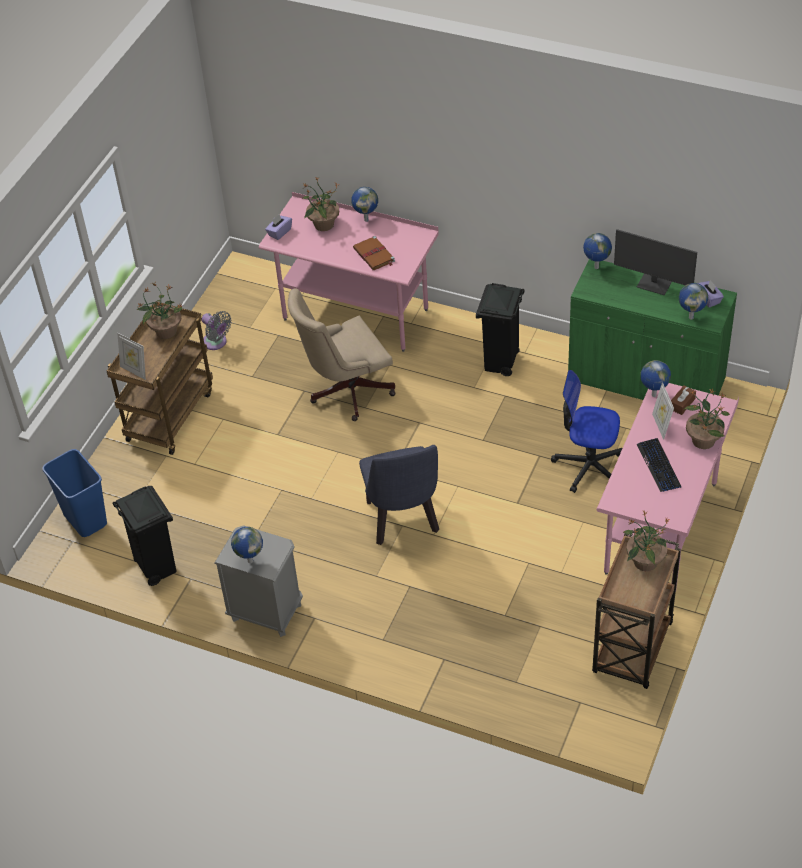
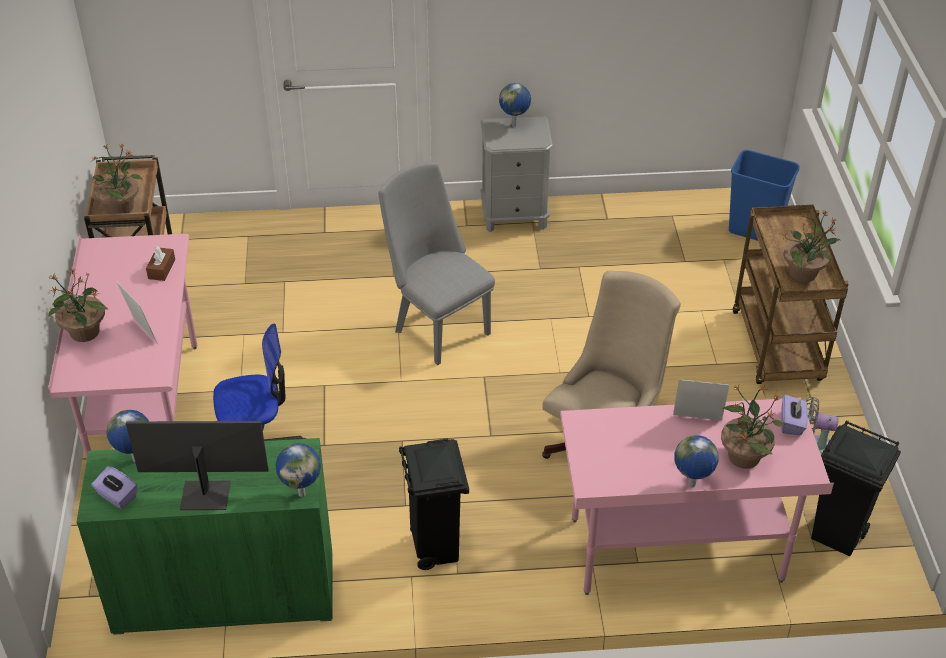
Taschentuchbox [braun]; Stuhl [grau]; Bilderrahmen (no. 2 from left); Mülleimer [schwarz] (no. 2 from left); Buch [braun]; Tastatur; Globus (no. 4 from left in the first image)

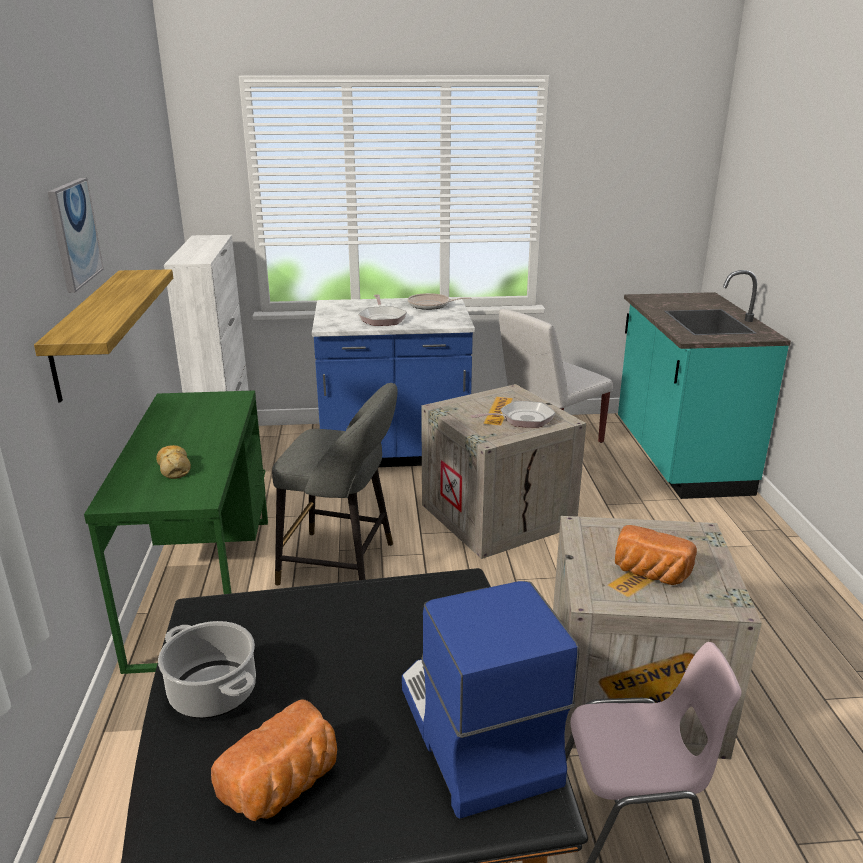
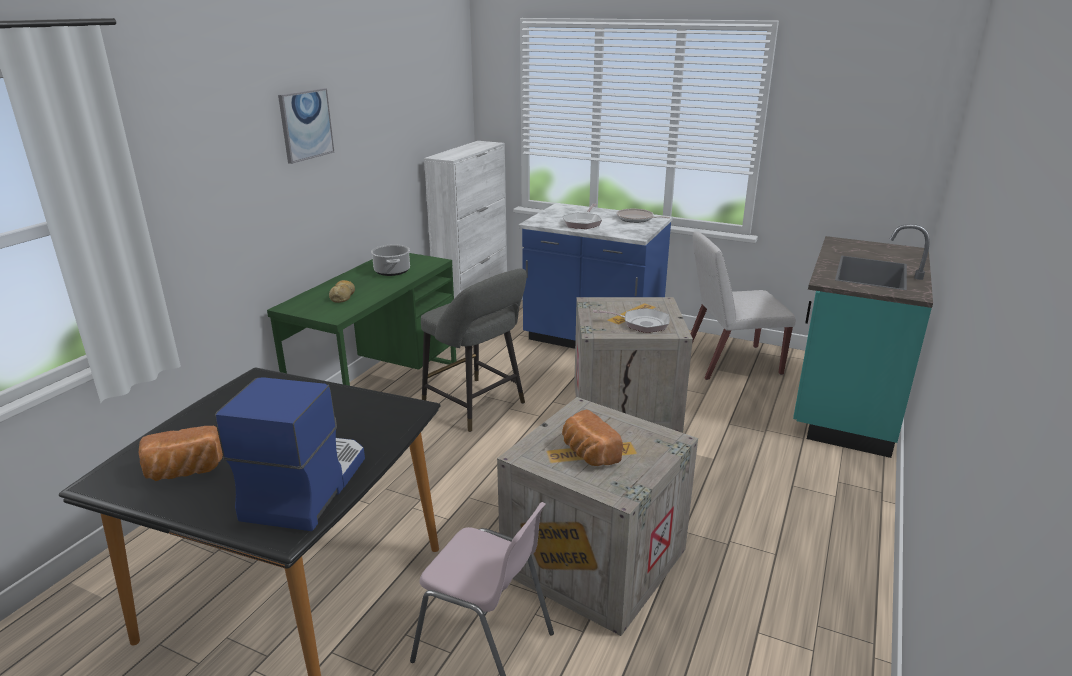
Kochtopf; Wandregal

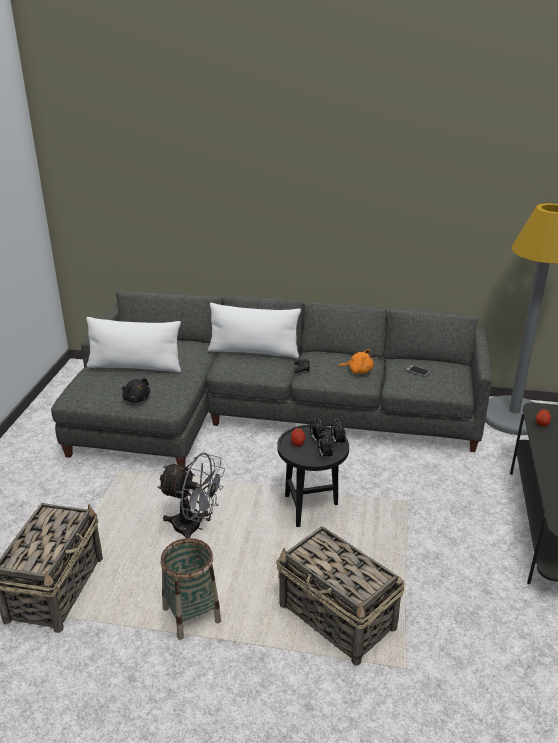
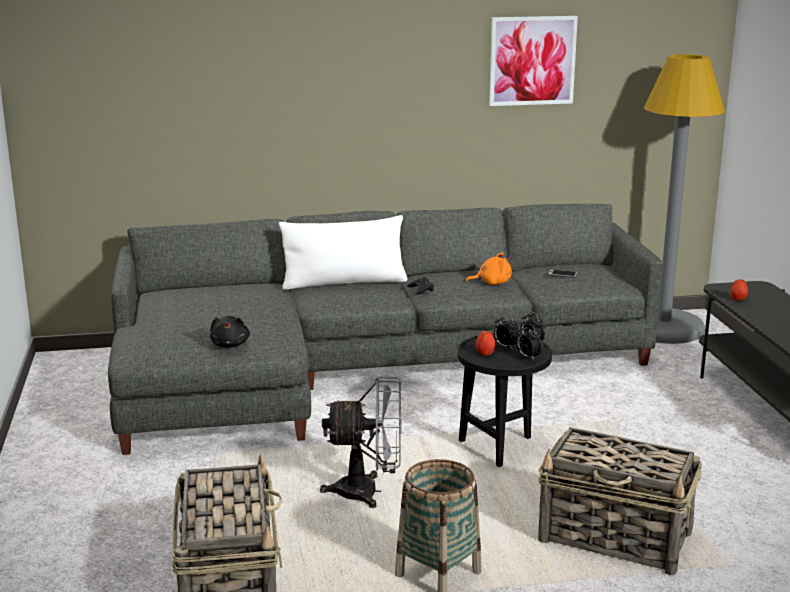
Plüschtier [schwarz]; Bild; Kissen [weiß] (no. 1 from left in the first image)

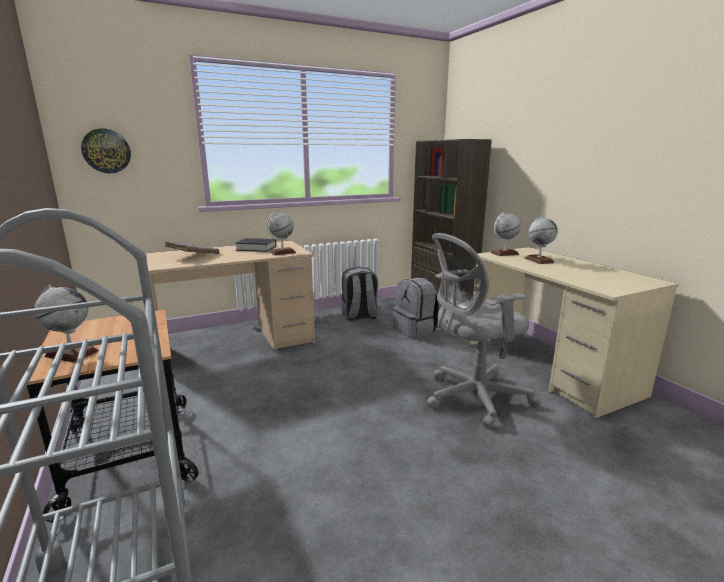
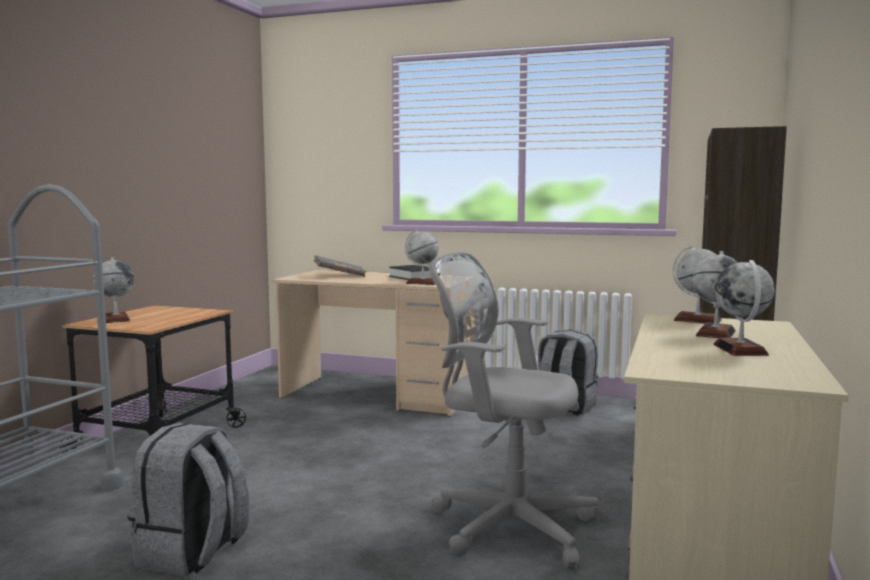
Rucksack [grau] (no. 1 from left); Globus (no. 5 from left); Wanduhr

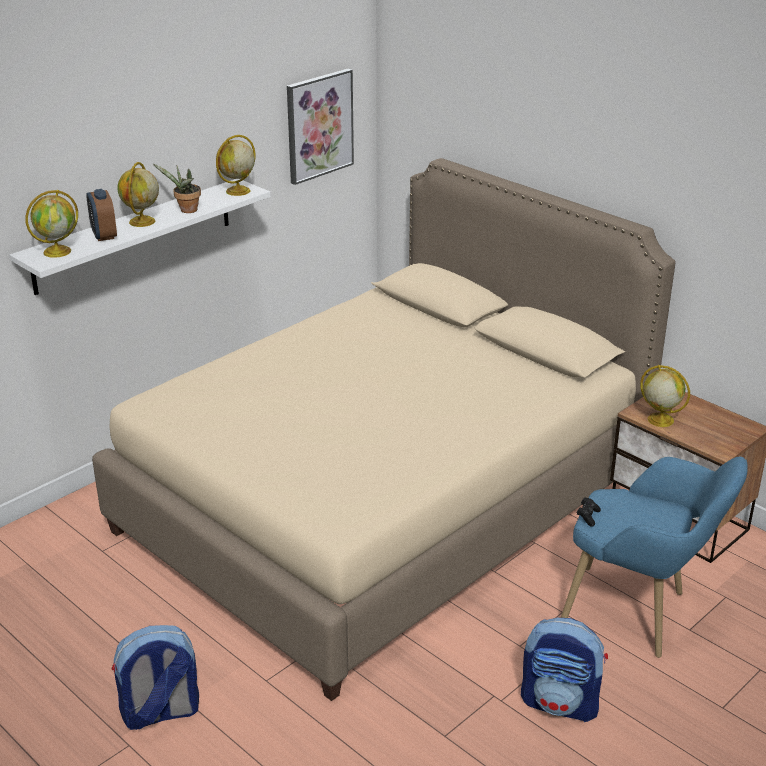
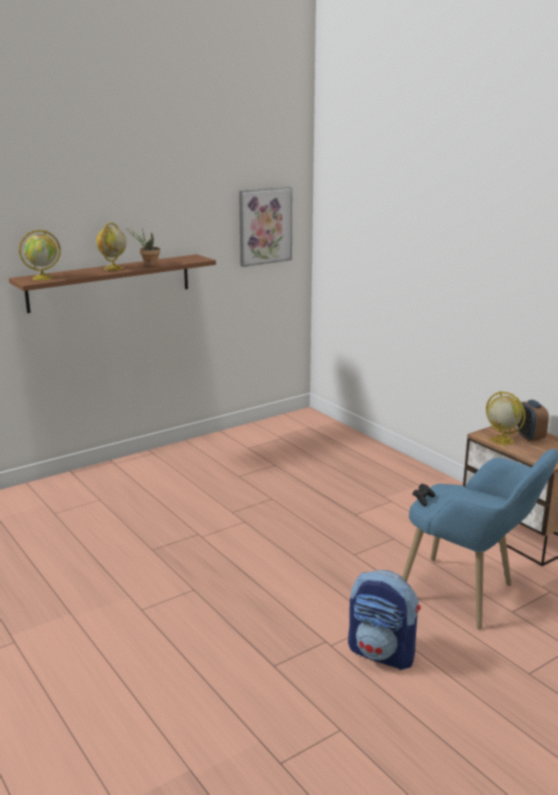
Wandregal [braun]; Wecker; Bett [beige]; Rucksack (no. 1 from left in the first image); Globus (no. 3 from left in the first image)

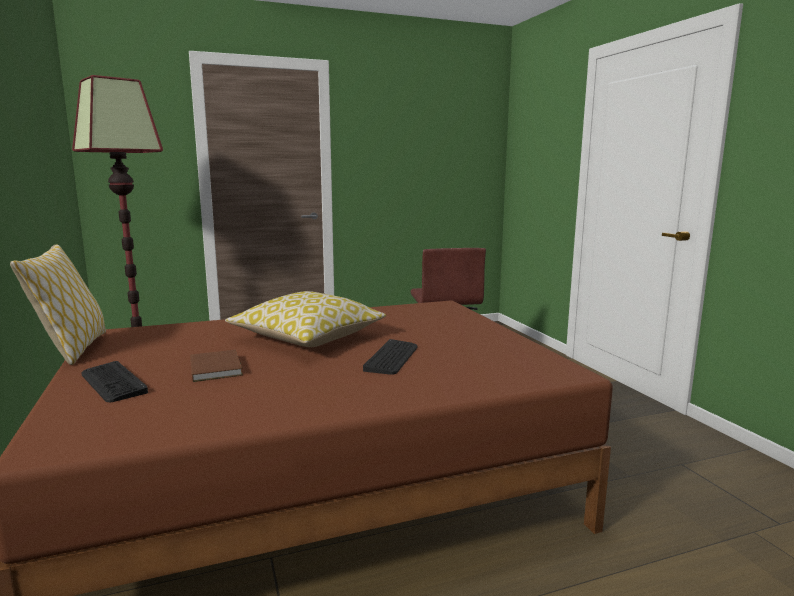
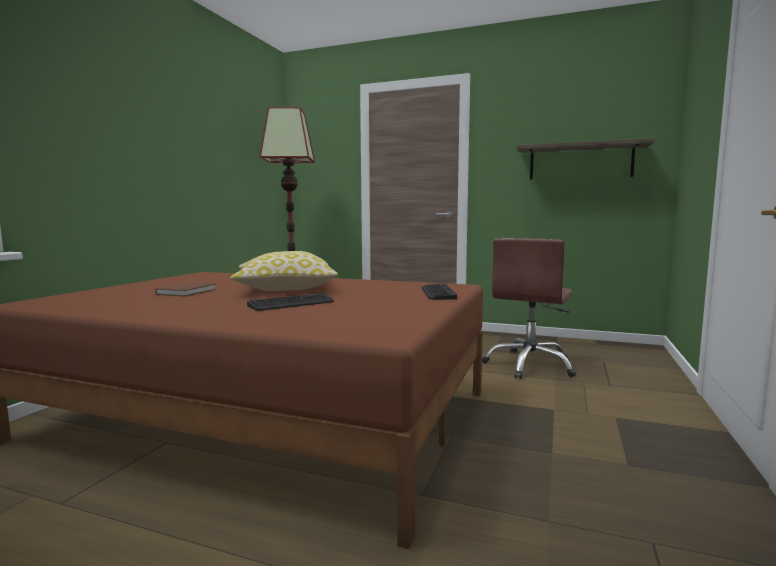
Tastatur (no. 2 from left); Wandregal; Kissen (no. 1 from left in the first image)

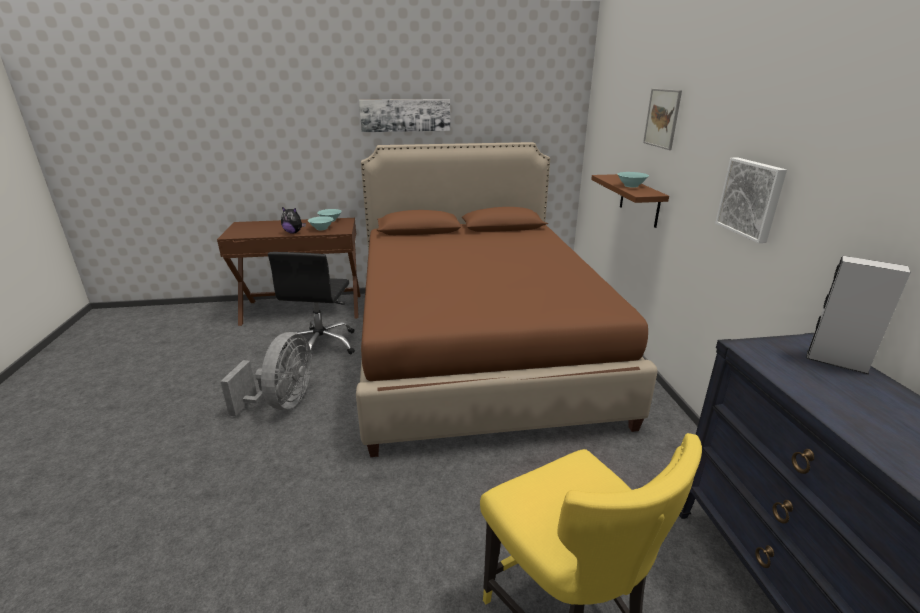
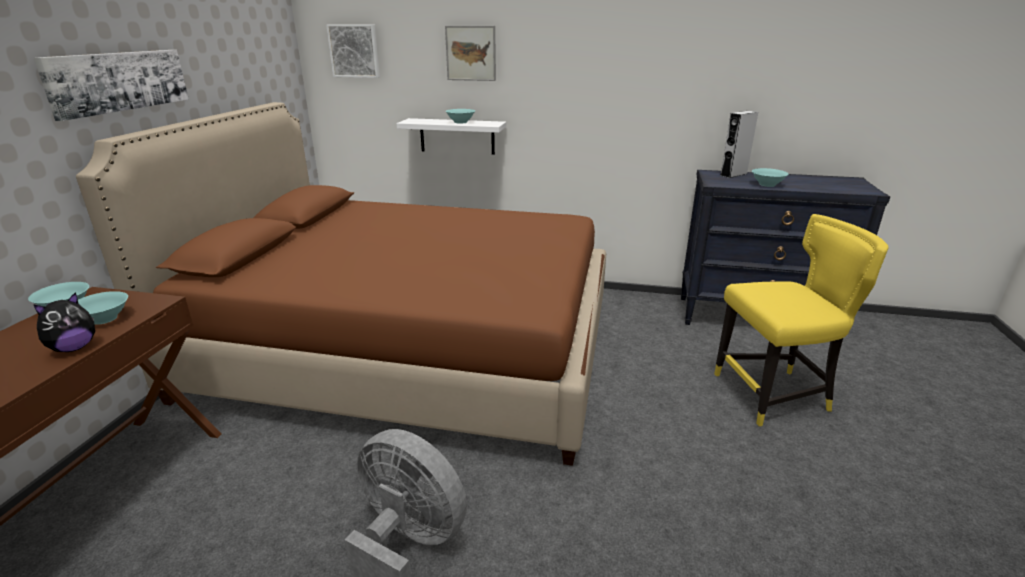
Bild (no. 2 from left); Wandregal [weiß]; Schüssel [türkis] (no. 4 from left); Bürostuhl [schwarz]

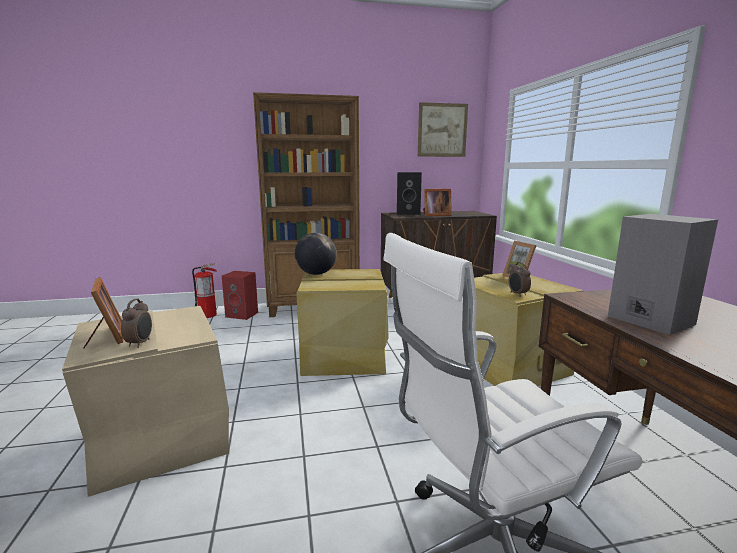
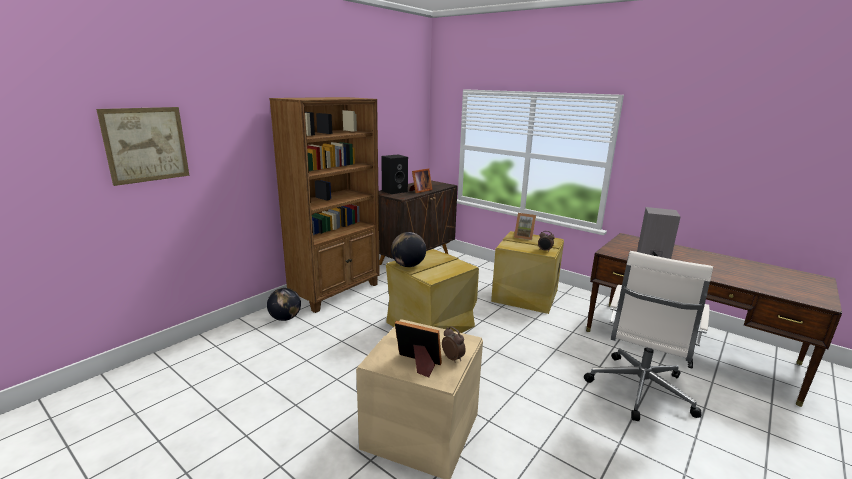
Bild; Globus (no. 1 from left); Feuerlöscher

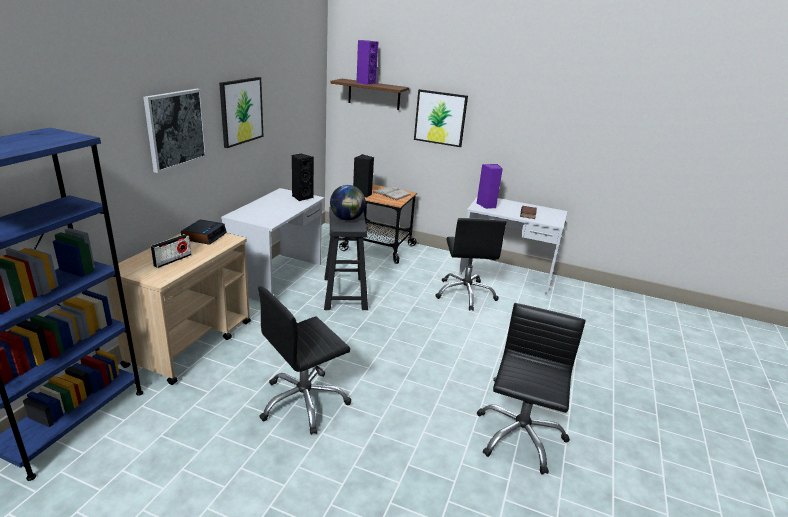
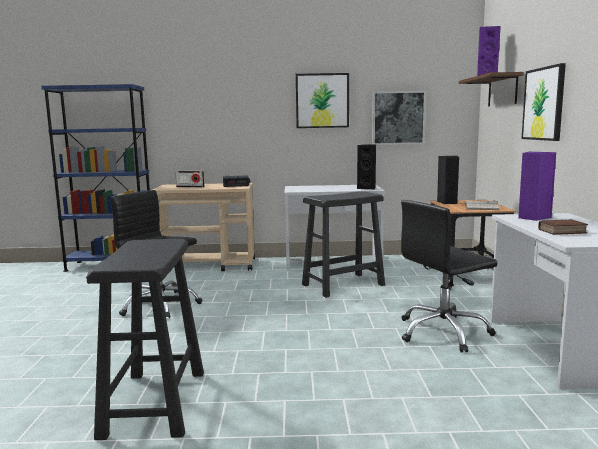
Hocker [schwarz] (no. 1 from left); Bild (no. 2 from left); Globus

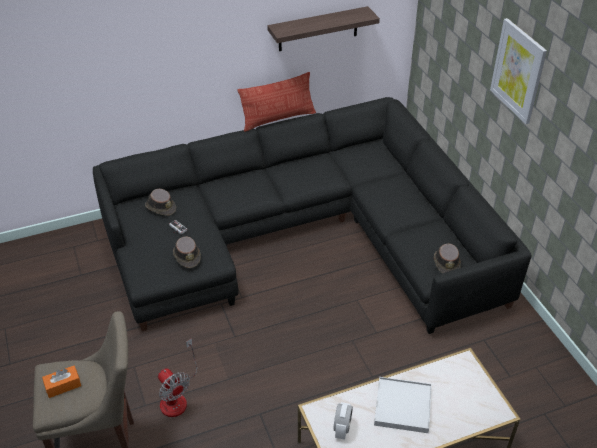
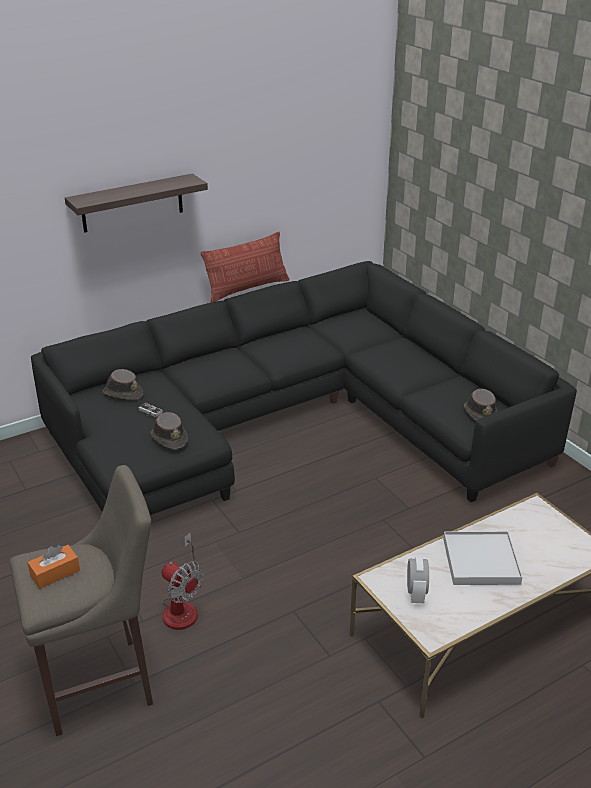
Wandregal; Bild

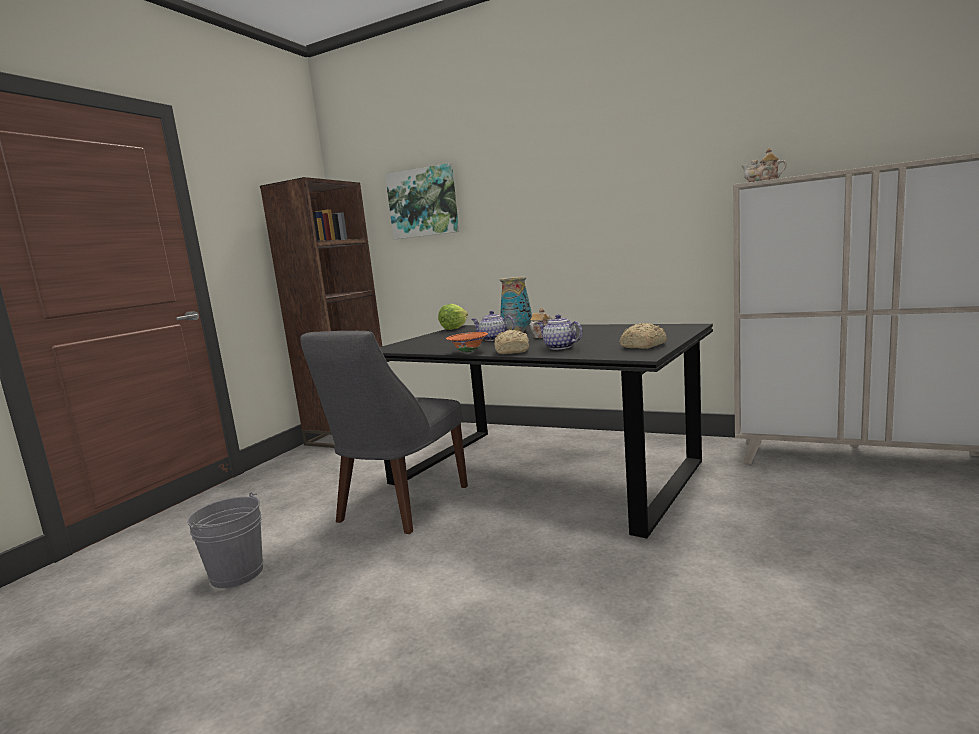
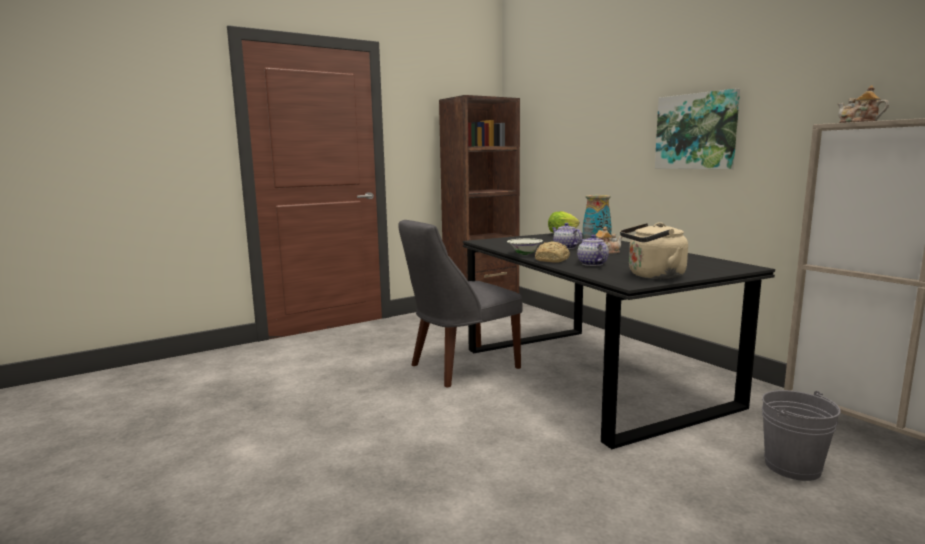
Schüssel [weiß]; Wasserkessel [beige]; Bild; Eimer [grau]

